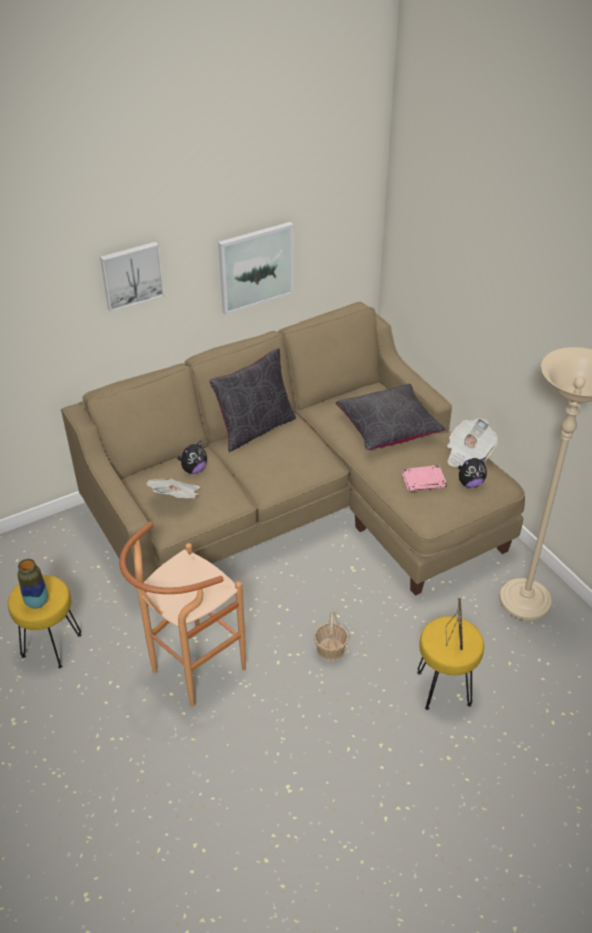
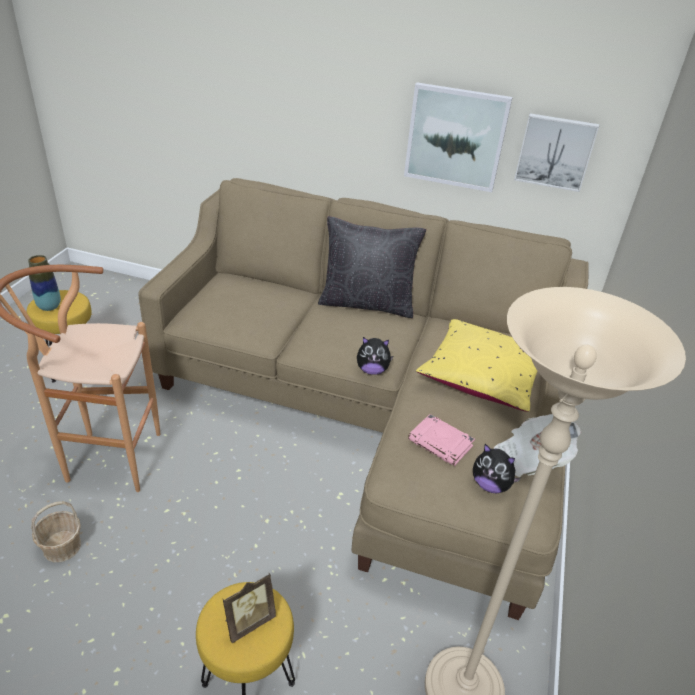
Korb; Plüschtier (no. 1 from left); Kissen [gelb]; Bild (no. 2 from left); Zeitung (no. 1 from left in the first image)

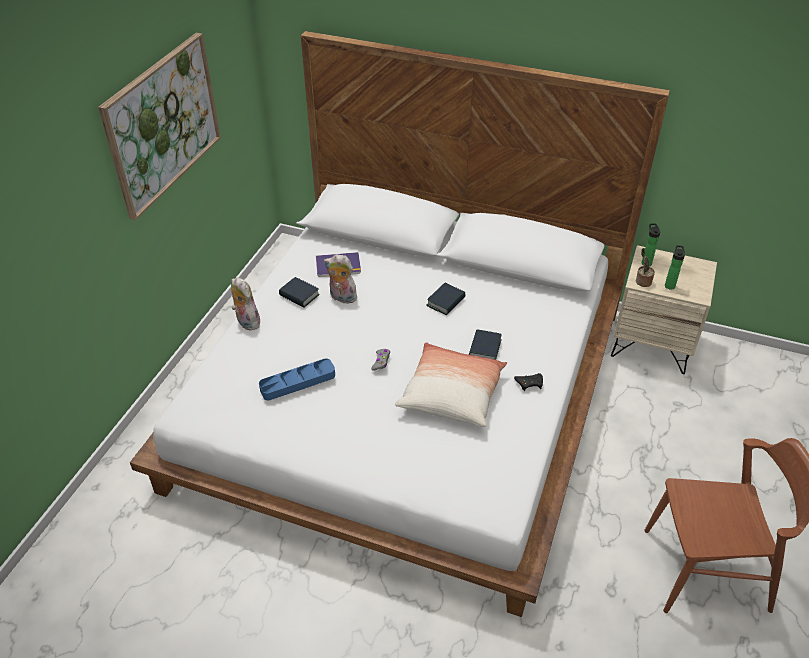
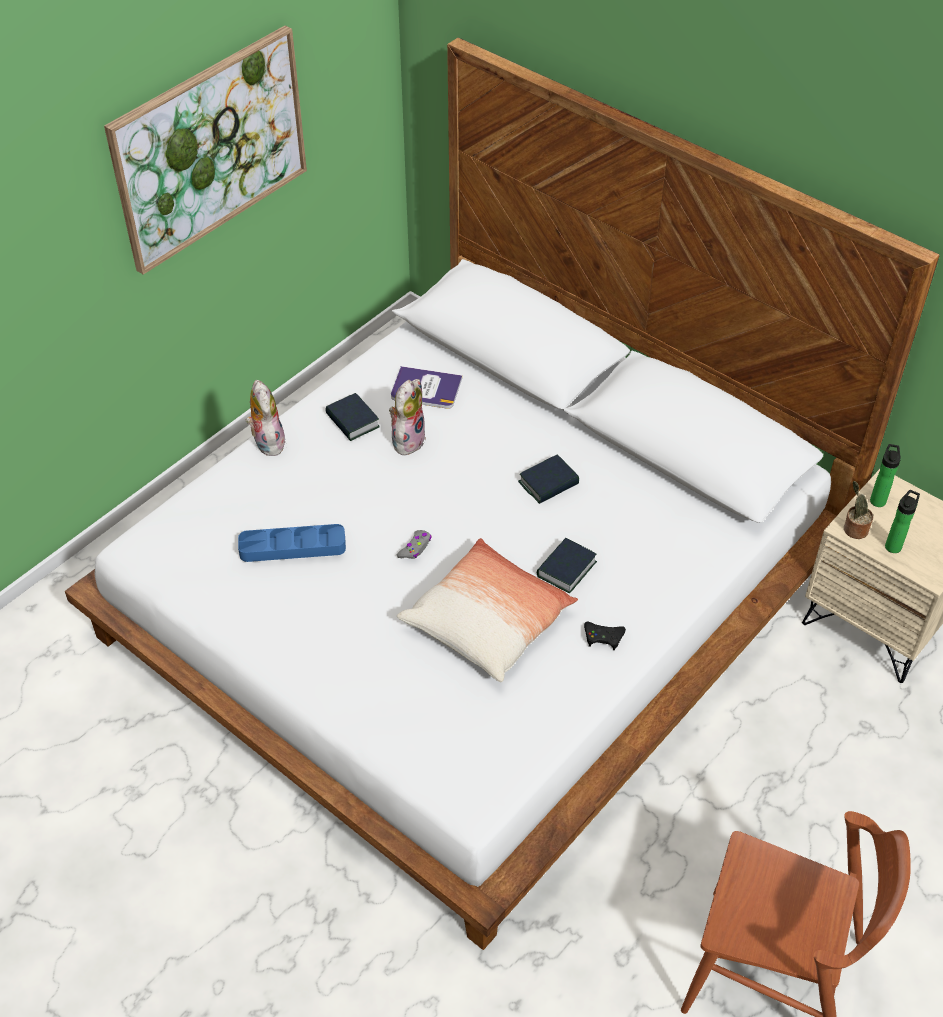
Plüschtier (no. 2 from left)

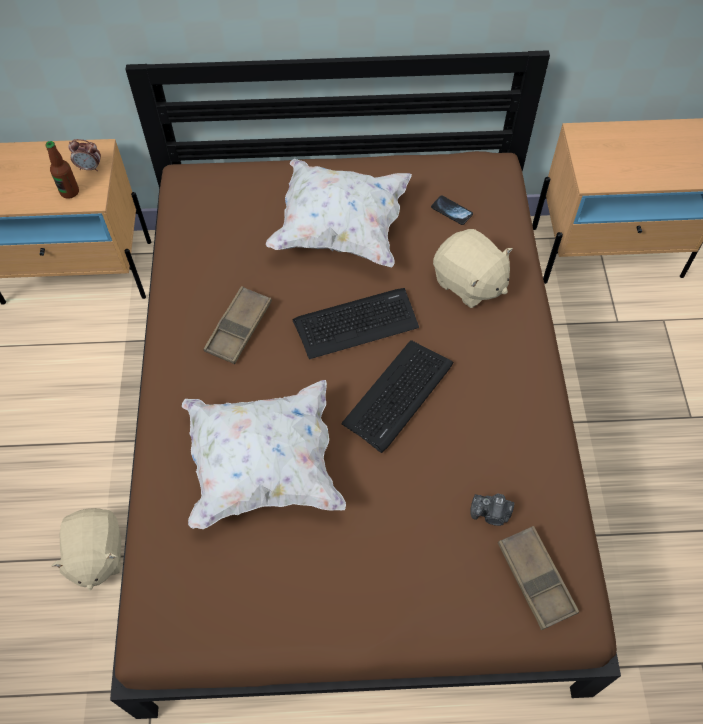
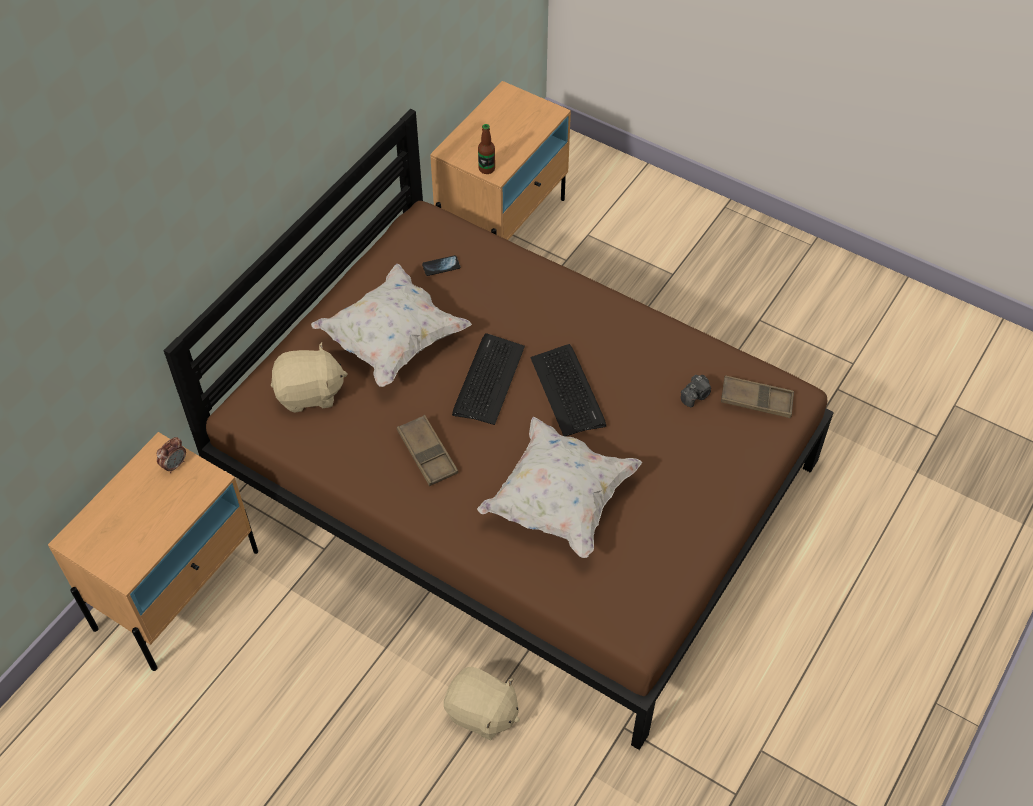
Plüschtier [beige] (no. 1 from left); Flasche

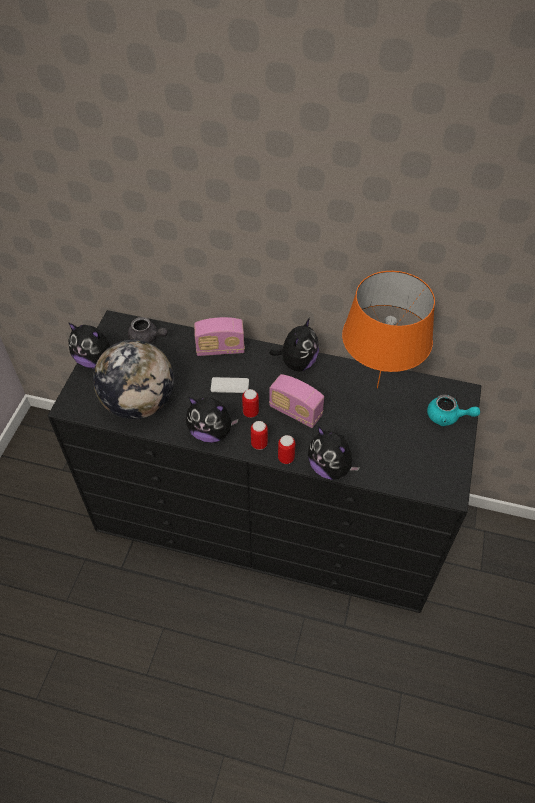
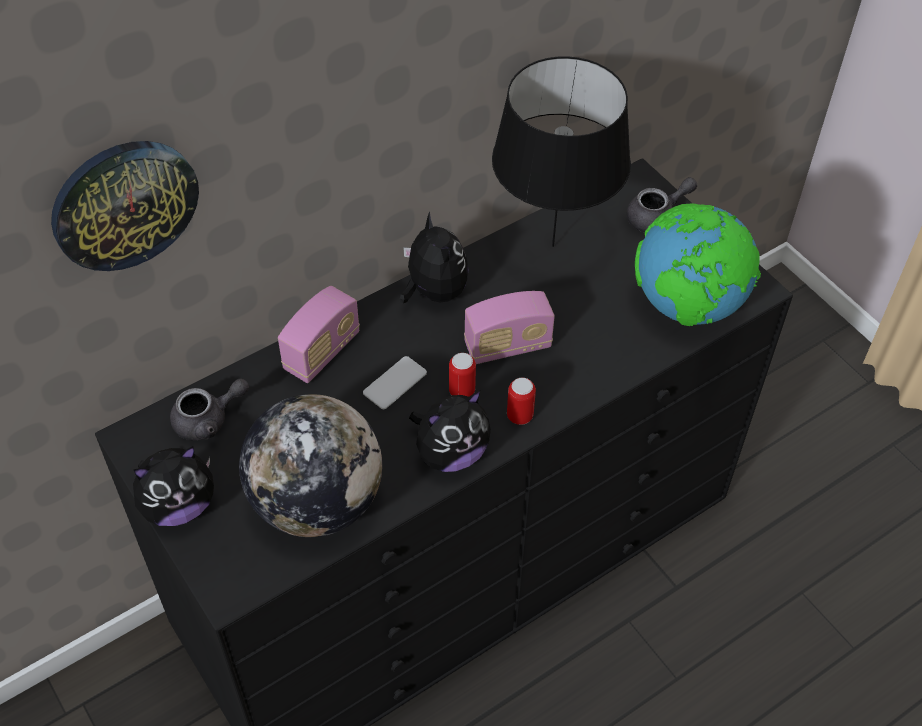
Wanduhr; Tischlampe [schwarz]; Teekanne [grau] (no. 2 from left); Globus (no. 2 from left); Dose (no. 3 from left in the first image); Plüschtier (no. 4 from left in the first image)

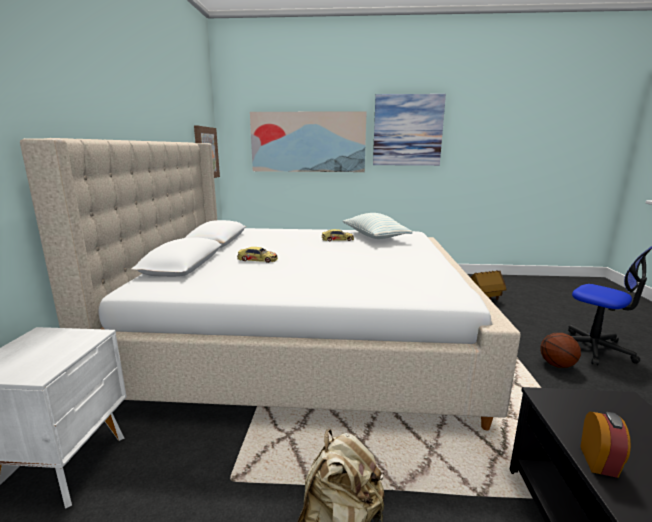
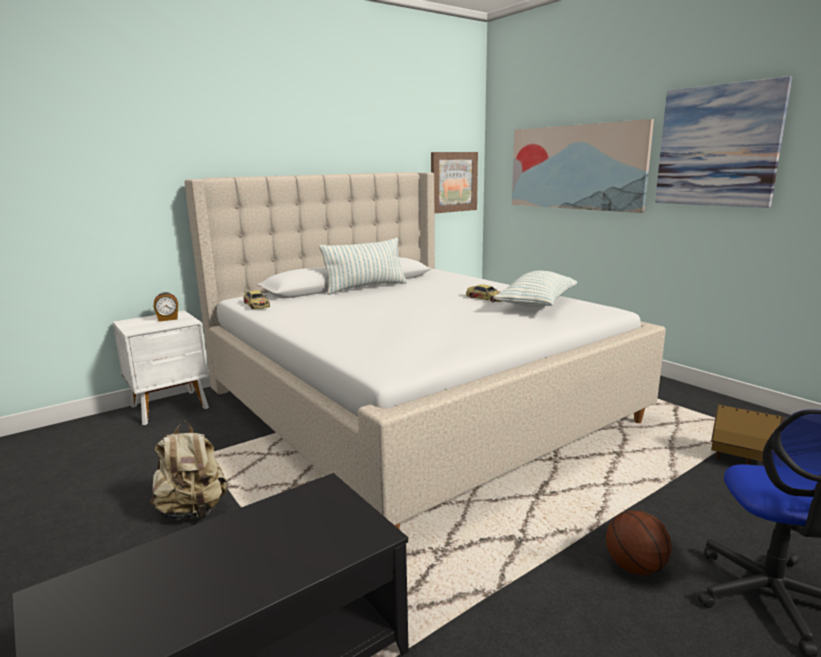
Wecker; Spielzeugauto (no. 1 from left); Kissen (no. 1 from left)

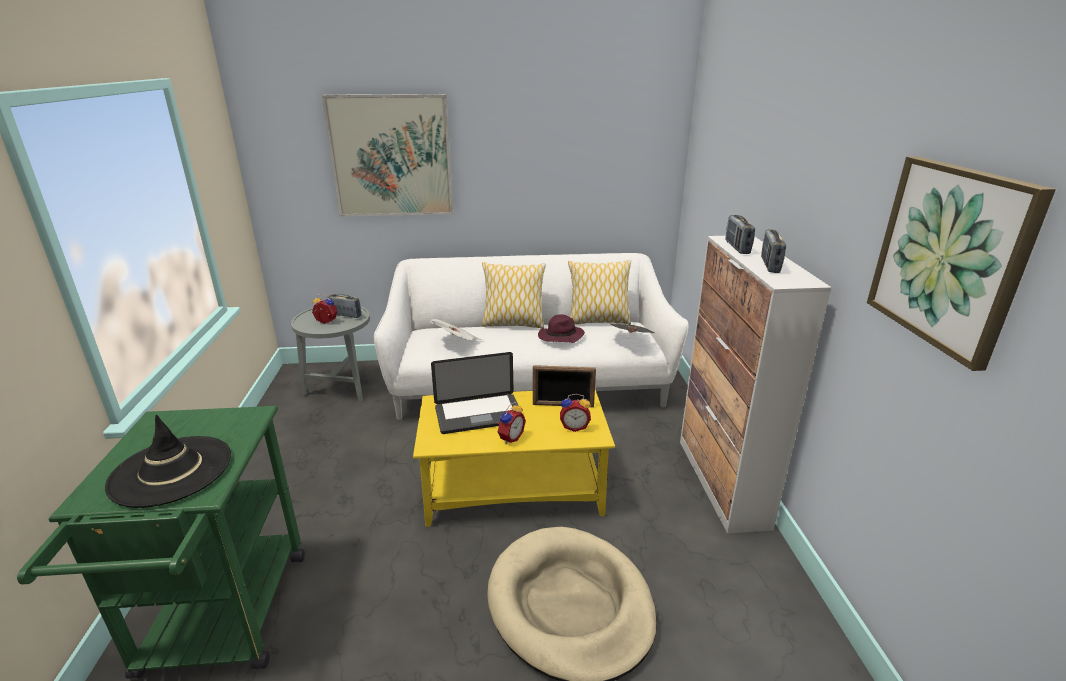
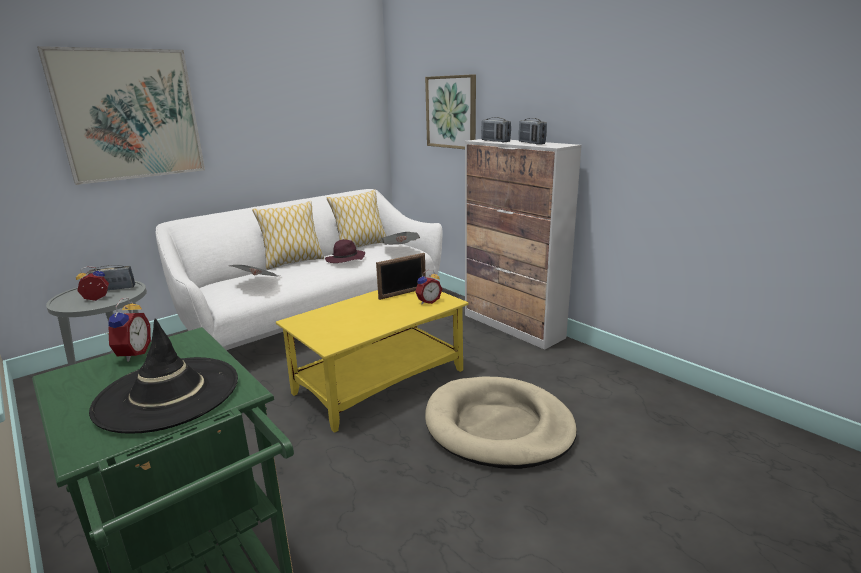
Wecker (no. 2 from left); Bild (no. 2 from left); Laptop

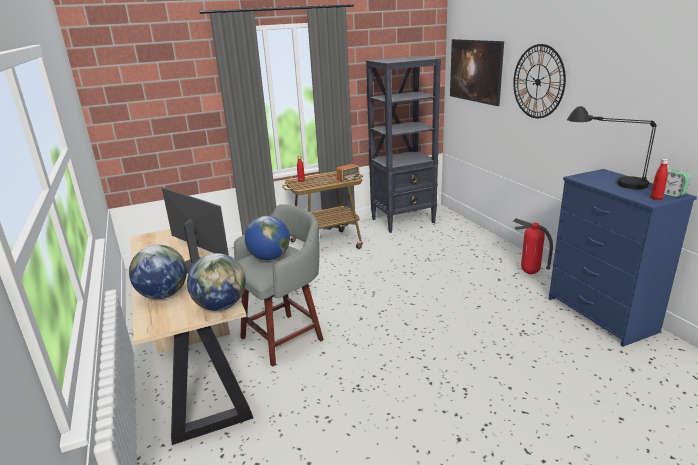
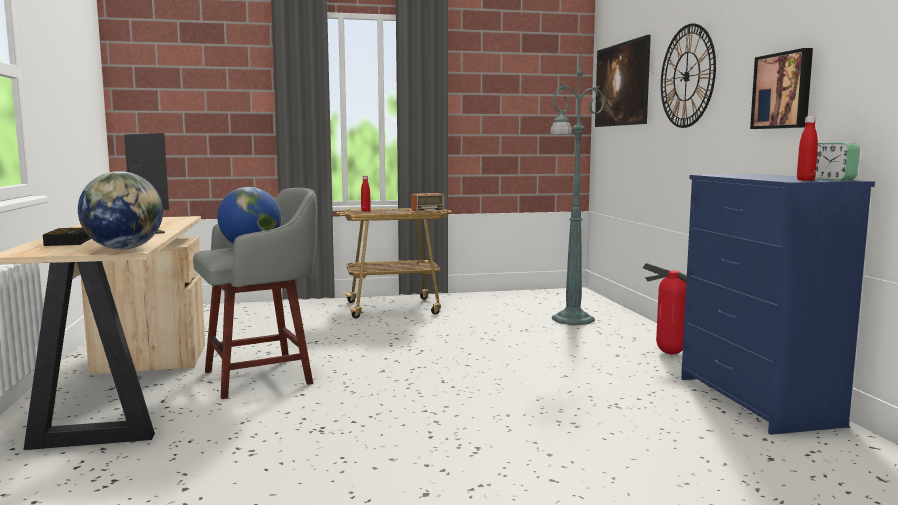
Wecker (no. 1 from left); Stehlampe [grün]; Bild (no. 2 from left); Bücherregal [schwarz]; Tischlampe [schwarz]

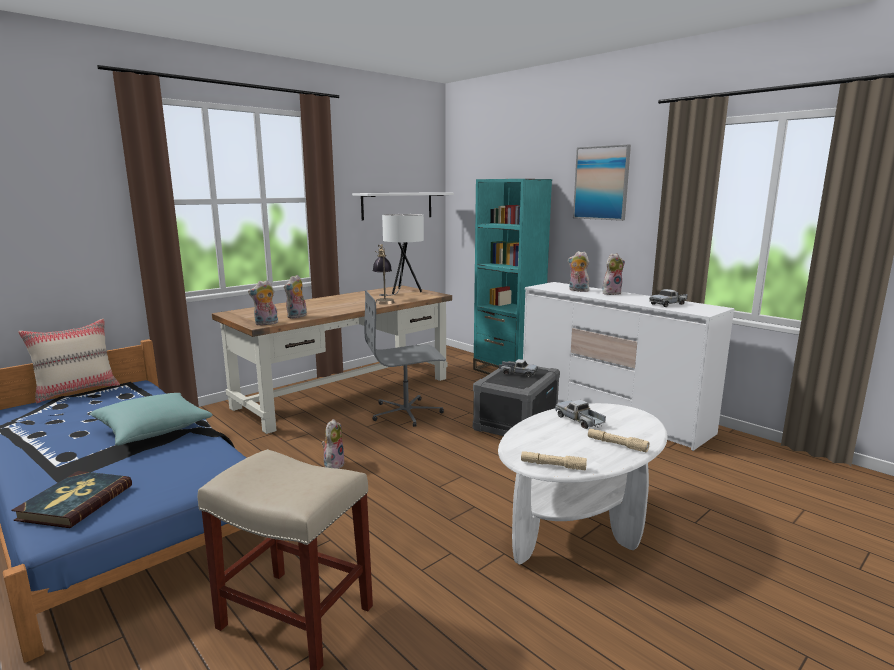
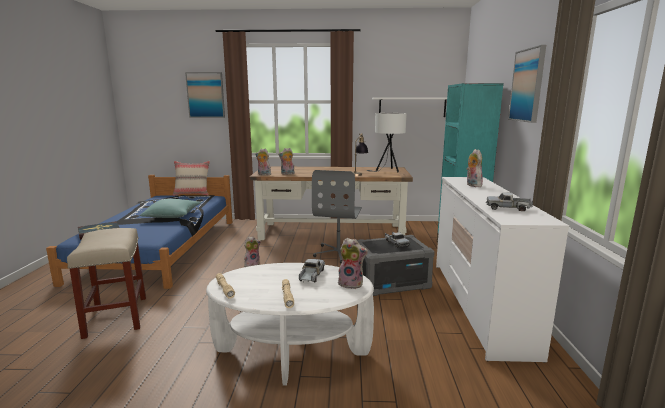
Bild (no. 1 from left); Bürostuhl [grau]; Plüschtier (no. 4 from left)

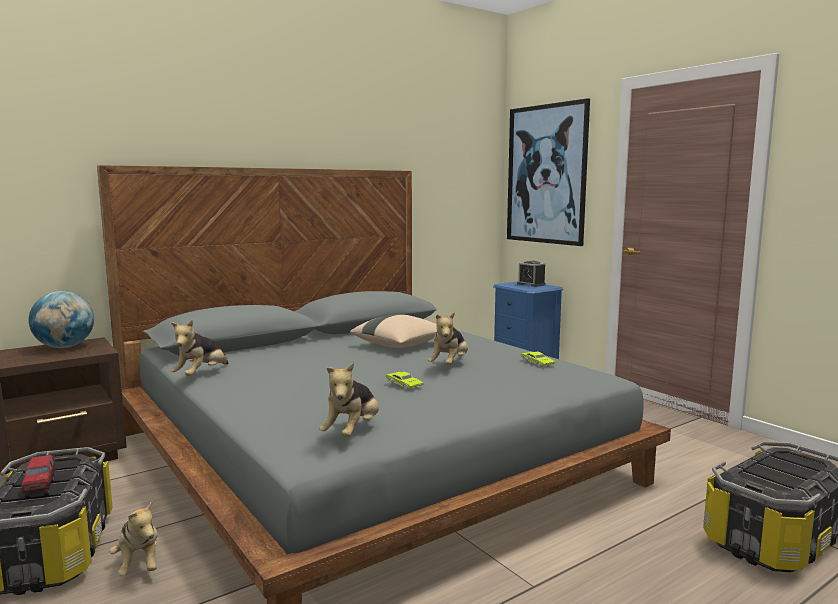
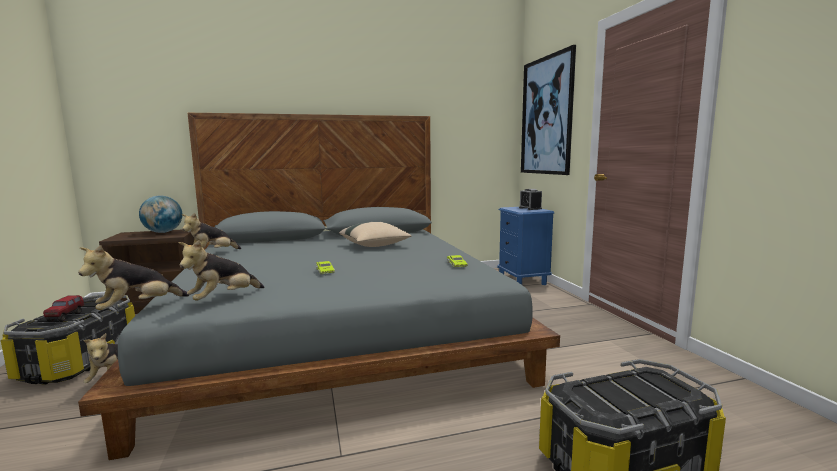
Plüschtier (no. 2 from left)

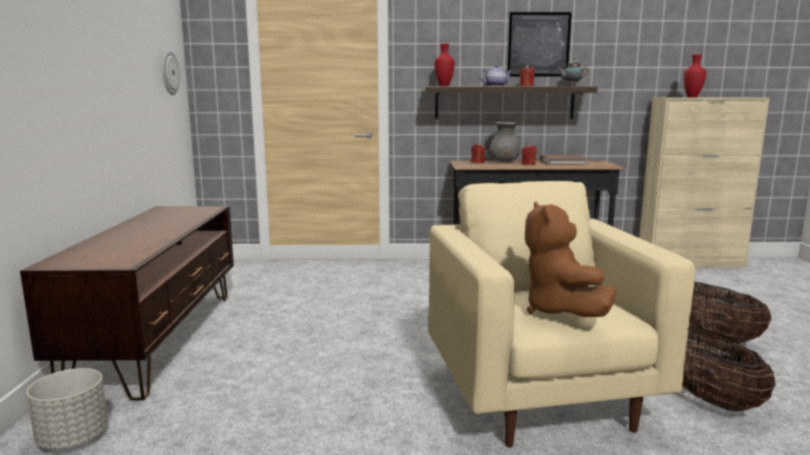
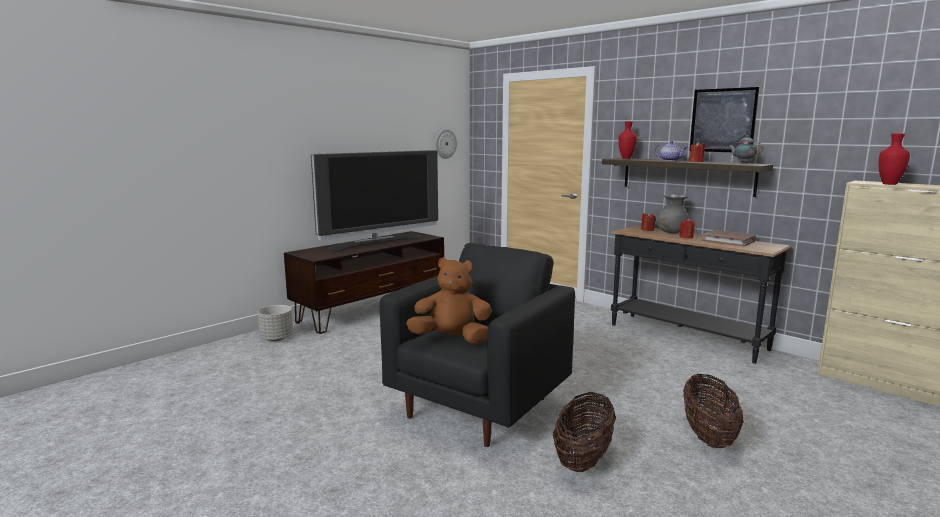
Fernseher; Sessel [schwarz]; Plüschtier [braun]

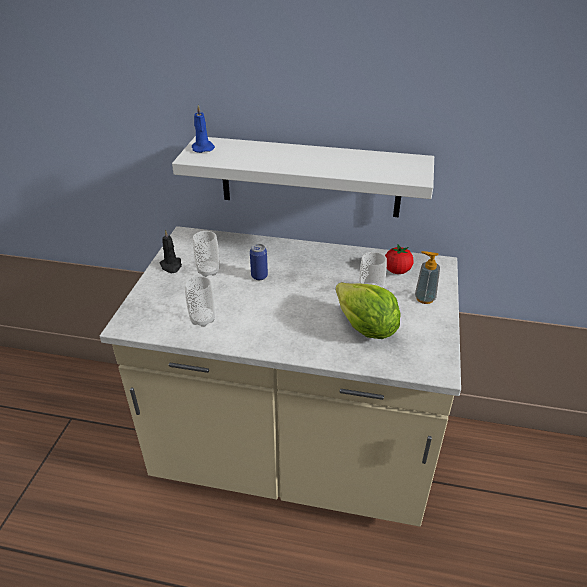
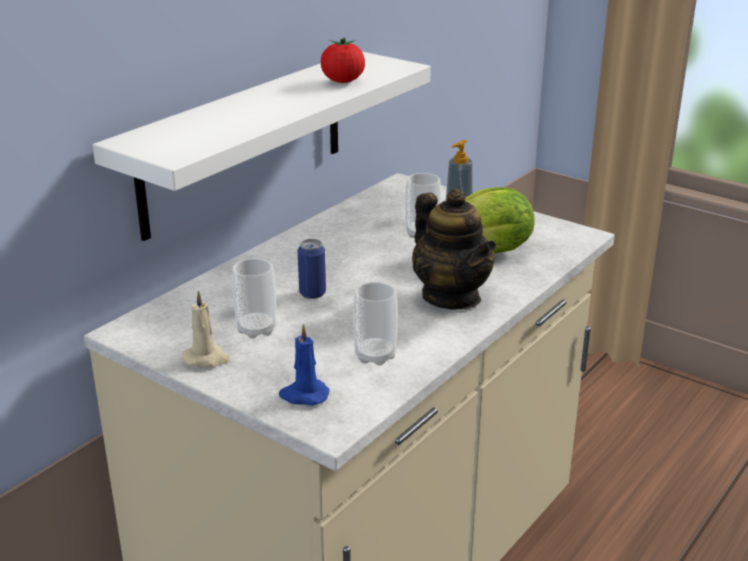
Kerze [beige]; Kerze [blau]; Tomate; Teekanne

